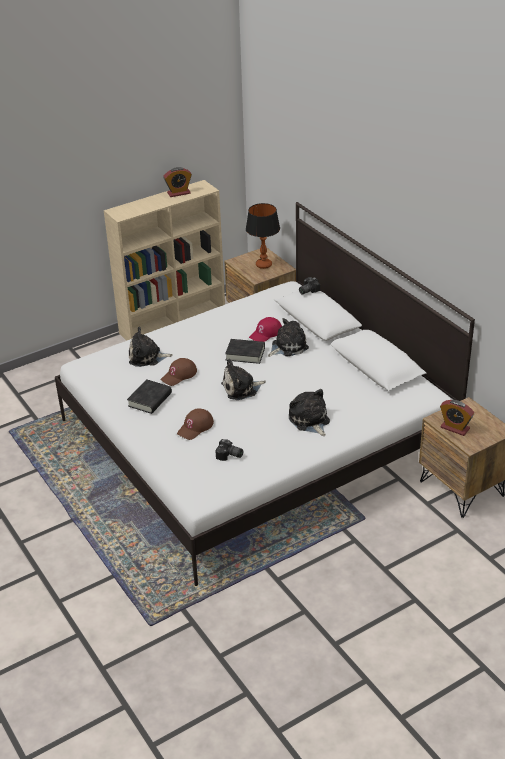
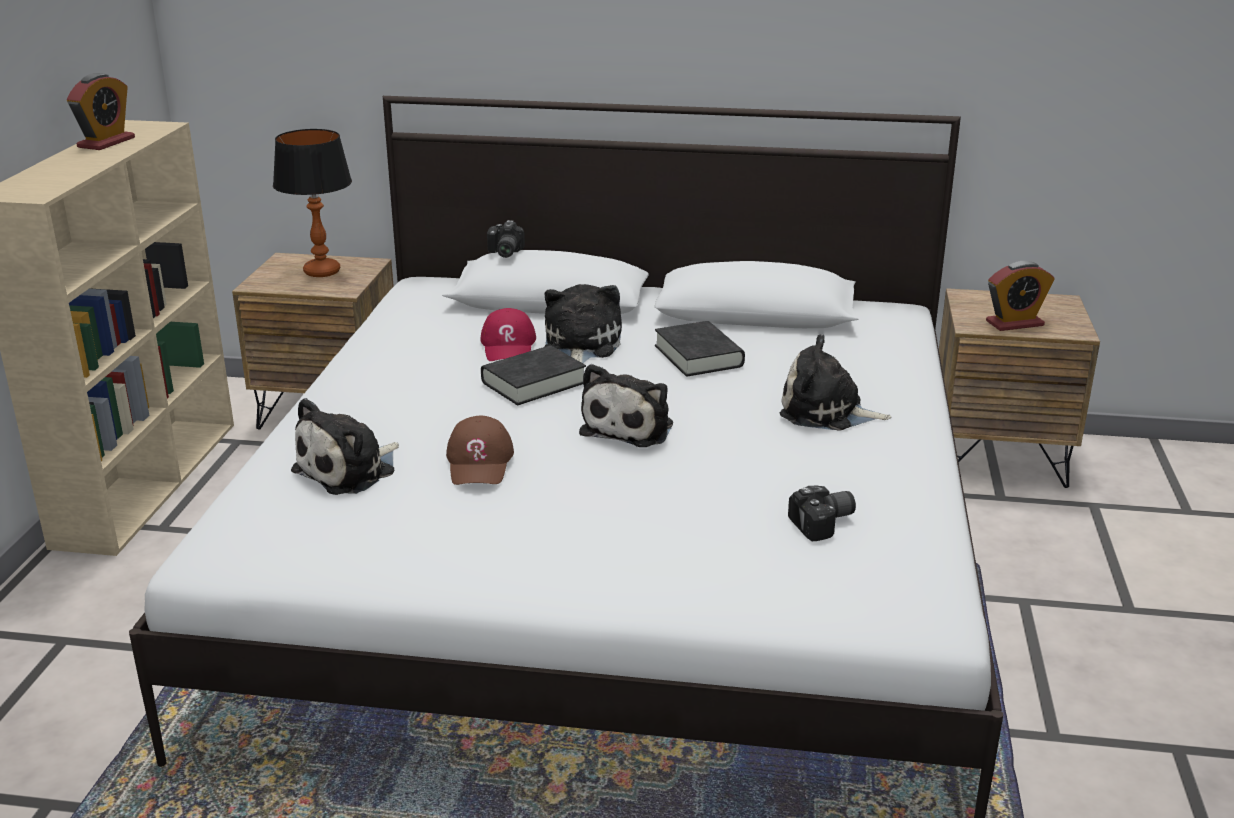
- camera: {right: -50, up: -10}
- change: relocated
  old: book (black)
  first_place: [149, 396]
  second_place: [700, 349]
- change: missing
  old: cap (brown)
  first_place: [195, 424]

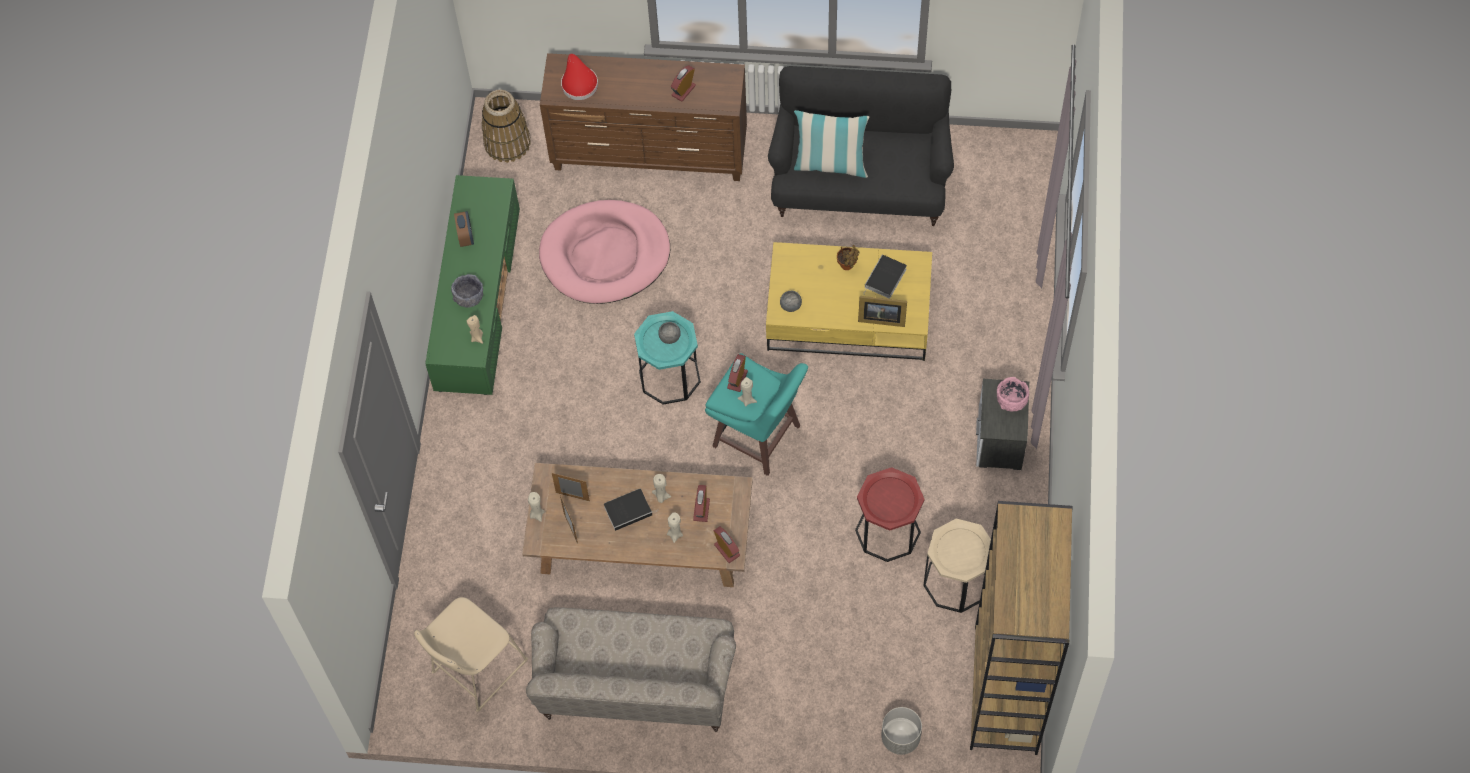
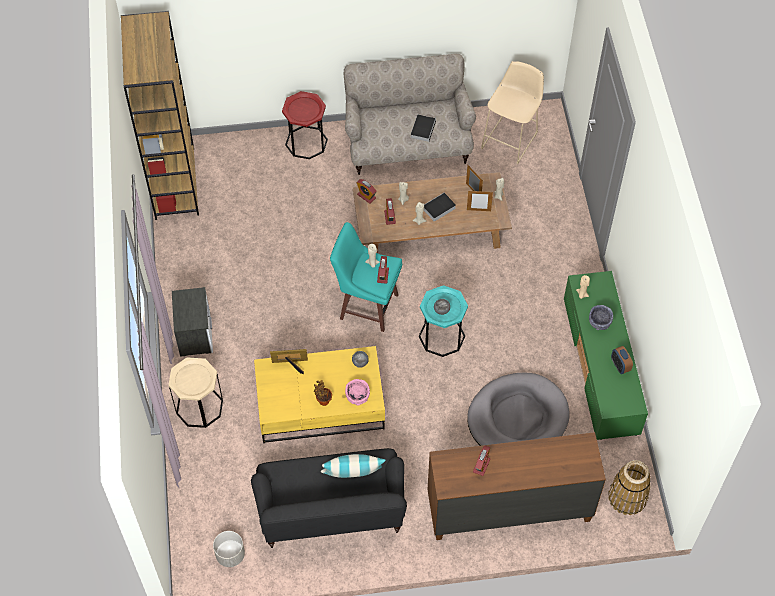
- camera: {right: 165, up: -5}
- change: missing
  old: hat (red)
  first_place: [579, 77]
- change: colour
  old: dog bed (pink)
  new: dog bed (grey)
  first_place: [604, 252]
  second_place: [518, 409]
- change: relocated
  old: book
  first_place: [885, 276]
  second_place: [423, 128]
- change: relocated
  old: bowl (pink)
  first_place: [1013, 394]
  second_place: [357, 392]
- change: relocated
  old: side table (red)
  first_place: [889, 514]
  second_place: [305, 125]
- change: relocated
  old: side table (beige)
  first_place: [957, 565]
  second_place: [196, 392]
- change: relocated
  old: planter (grey)
  first_place: [901, 731]
  second_place: [229, 549]

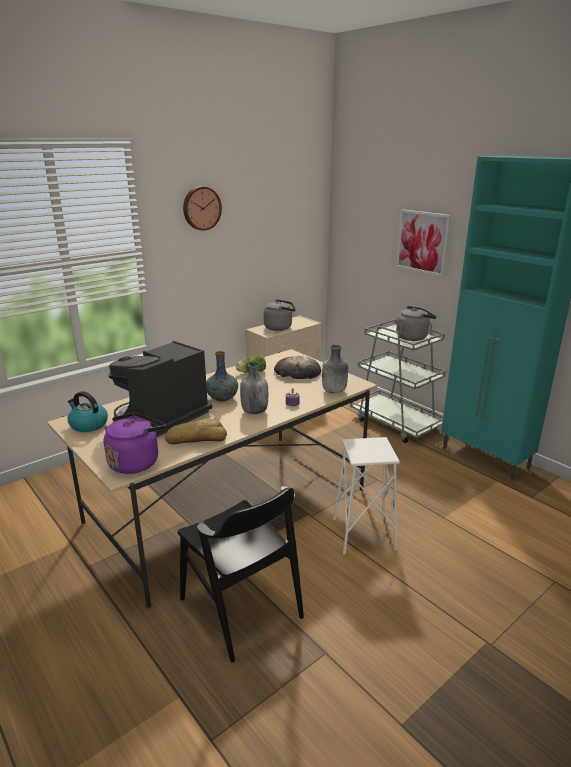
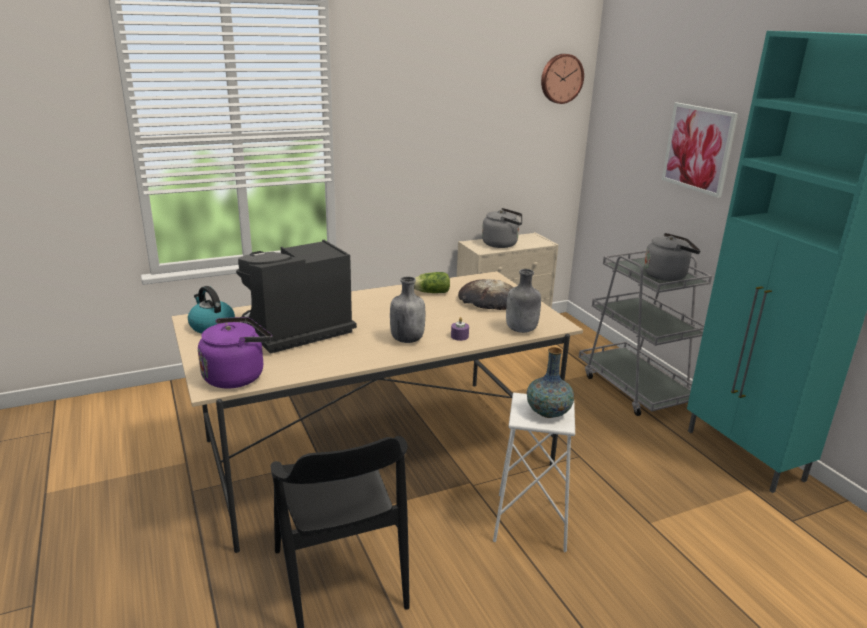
- camera: {right: 15, up: 0}
- change: relocated
  old: wall clock
  first_place: [202, 208]
  second_place: [562, 79]
- change: relocated
  old: vase
  first_place: [222, 376]
  second_place: [550, 382]
- change: missing
  old: bread
  first_place: [196, 431]

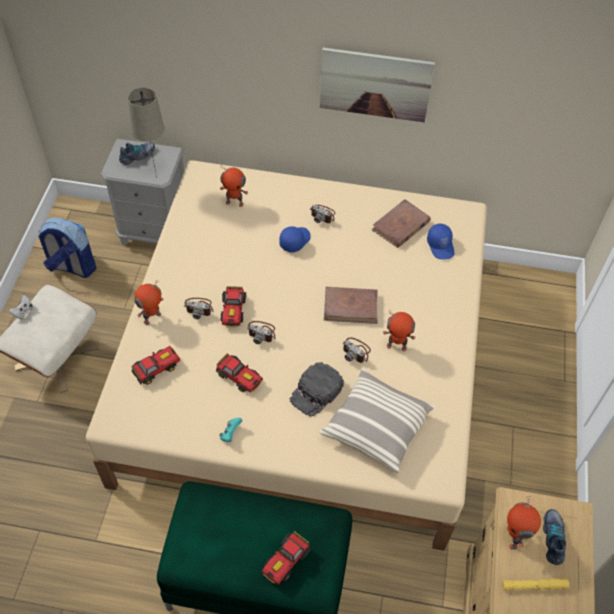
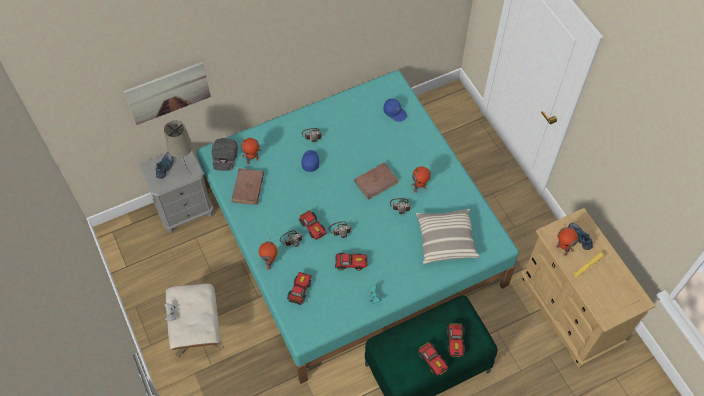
- camera: {right: -35, up: 5}
- change: relocated
  old: picture
  first_place: [377, 84]
  second_place: [167, 93]
- change: colour
  old: bed (beige)
  new: bed (turquoise)
  first_place: [286, 355]
  second_place: [357, 227]
- change: relocated
  old: book (brown)
  first_place: [401, 223]
  second_place: [248, 186]
- change: missing
  old: backpack
  first_place: [67, 248]
- change: relocated
  old: cap (black)
  first_place: [317, 389]
  second_place: [225, 154]
- change: appeared
  new: toy car
  second_place: [433, 359]

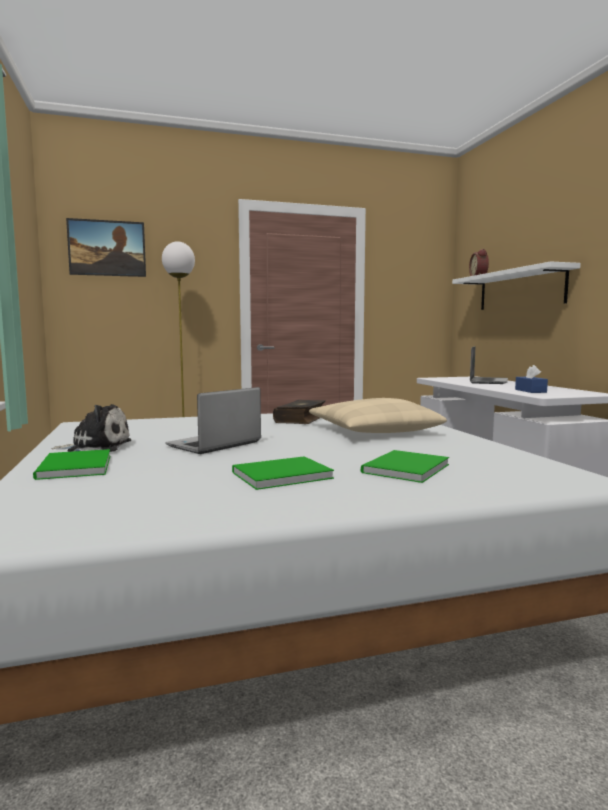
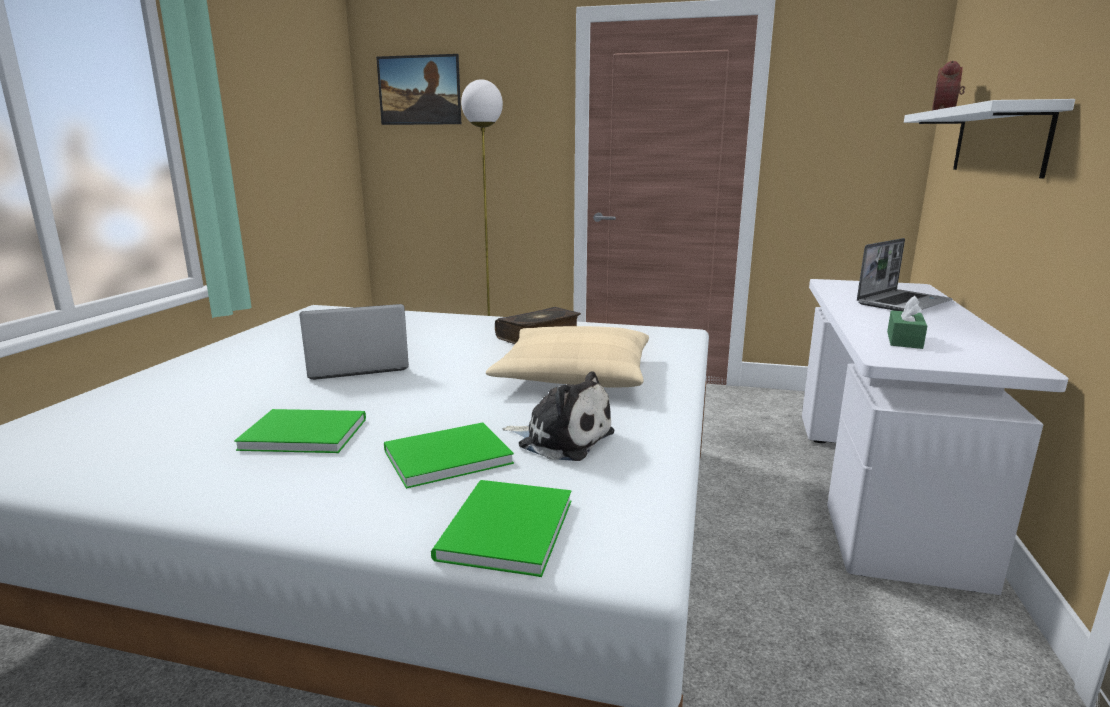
- camera: {right: 30, up: 10}
- change: colour
  old: tissue box (blue)
  new: tissue box (green)
  first_place: [531, 379]
  second_place: [907, 322]
- change: relocated
  old: plush toy
  first_place: [91, 428]
  second_place: [558, 416]
- change: relocated
  old: book (green)
  first_place: [71, 464]
  second_place: [501, 528]

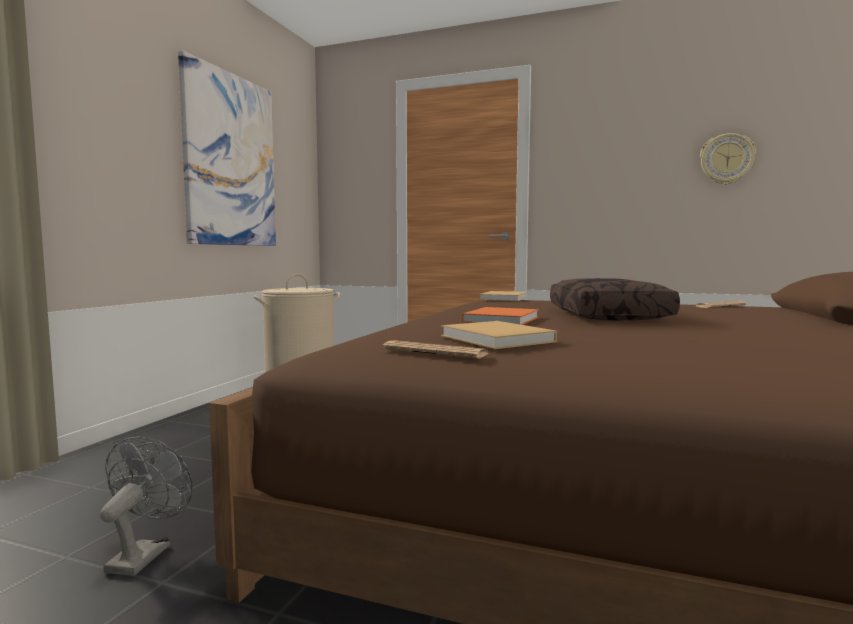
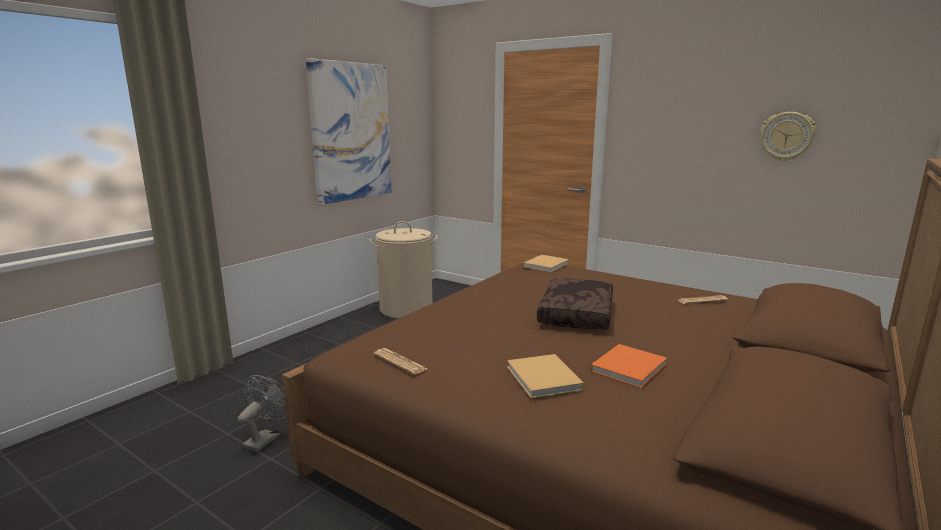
- camera: {right: 15, up: 10}
- change: relocated
  old: book (orange)
  first_place: [500, 316]
  second_place: [629, 366]
- change: relocated
  old: book (beige)
  first_place: [499, 335]
  second_place: [545, 376]

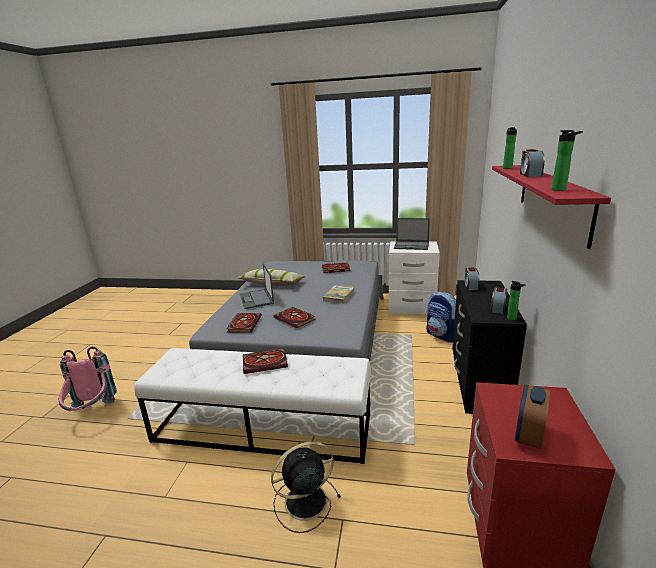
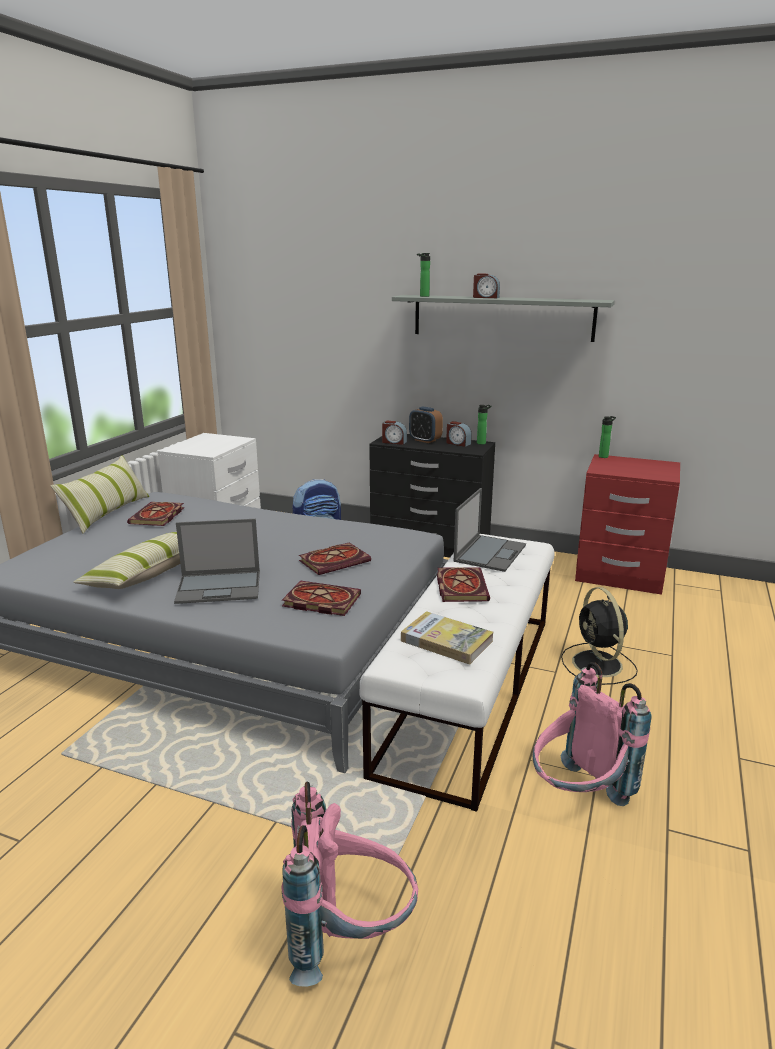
- camera: {right: -80, up: 0}
- change: relocated
  old: bottle
  first_place: [567, 160]
  second_place: [607, 437]
- change: colour
  old: shelf (red)
  new: shelf (grey)
  first_place: [551, 207]
  second_place: [503, 318]
- change: relocated
  old: laptop
  first_place: [412, 234]
  second_place: [490, 530]
- change: relocated
  old: book
  first_place: [338, 294]
  second_place: [447, 637]
- change: relocated
  old: alarm clock
  first_place: [532, 416]
  second_place: [426, 424]
- change: appeared
  new: pillow
  second_place: [99, 494]
- change: appeared
  new: backpack (pink)
  second_place: [592, 734]

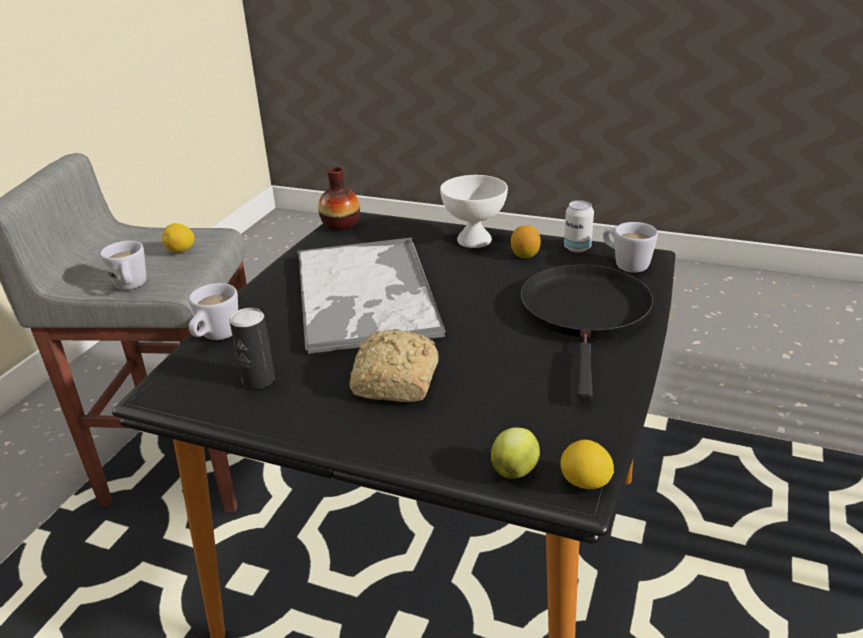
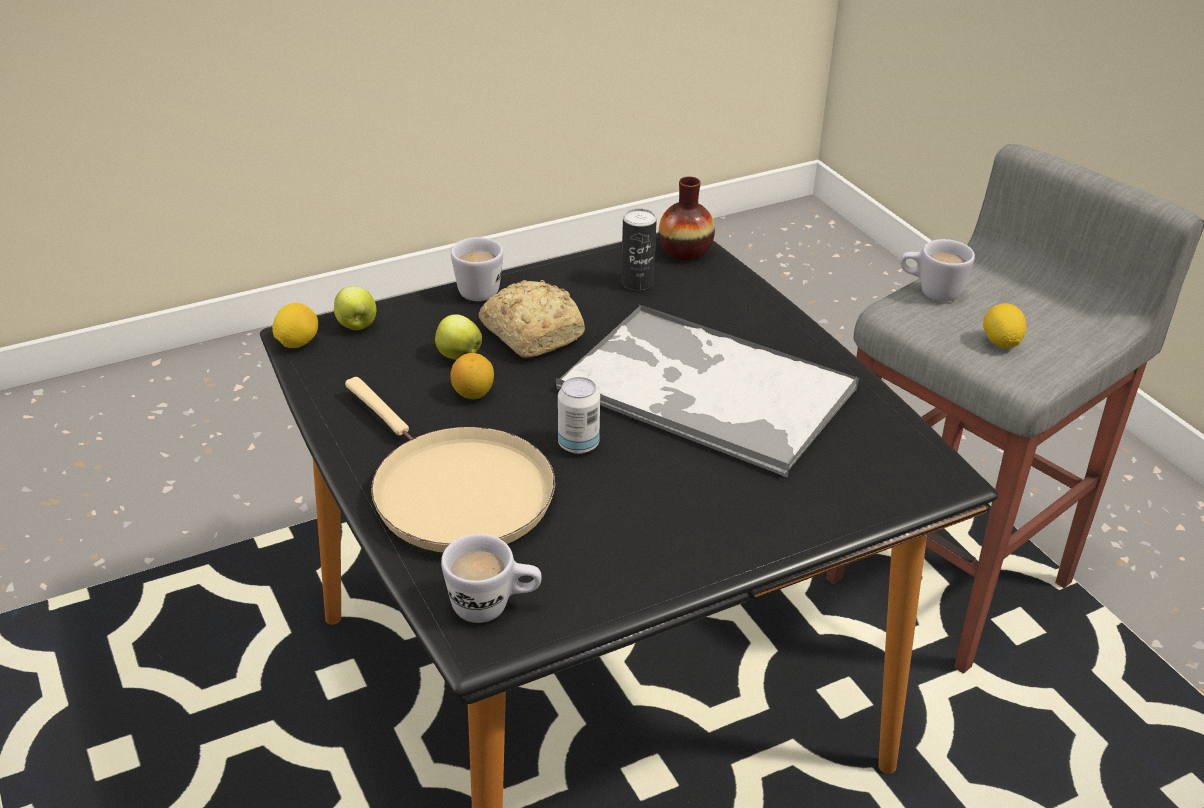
- camera: {right: 130, up: 5}
- change: relocated
  old: vase
  first_place: [339, 198]
  second_place: [687, 218]
- change: missing
  old: bowl (white)
  first_place: [474, 211]
- change: relocated
  old: can
  first_place: [579, 226]
  second_place: [579, 415]
- change: relocated
  old: lemon
  first_place: [526, 241]
  second_place: [472, 376]
- change: colour
  old: frying pan (black)
  new: frying pan (beige)
  first_place: [586, 332]
  second_place: [450, 464]
- change: relocated
  old: mug (white)
  first_place: [213, 311]
  second_place: [477, 269]
- change: appeared
  new: apple
  second_place: [458, 337]

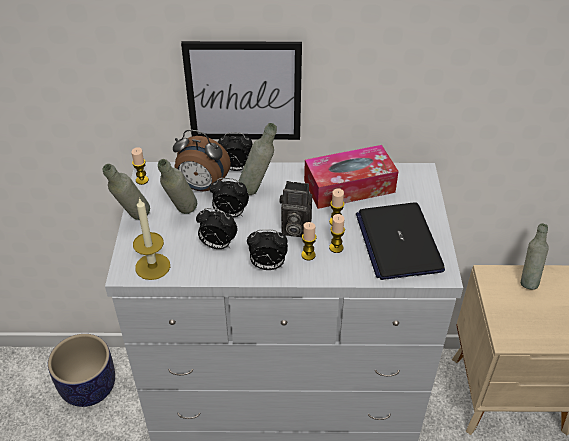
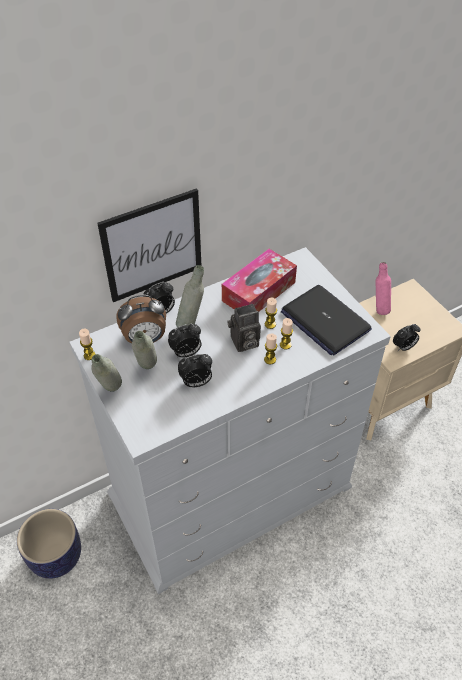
- camera: {right: -30, up: 5}
- change: missing
  old: candle
  first_place: [151, 238]
- change: colour
  old: bottle (grey)
  new: bottle (pink)
  first_place: [534, 256]
  second_place: [383, 288]
- change: relocated
  old: alarm clock
  first_place: [267, 249]
  second_place: [406, 337]

